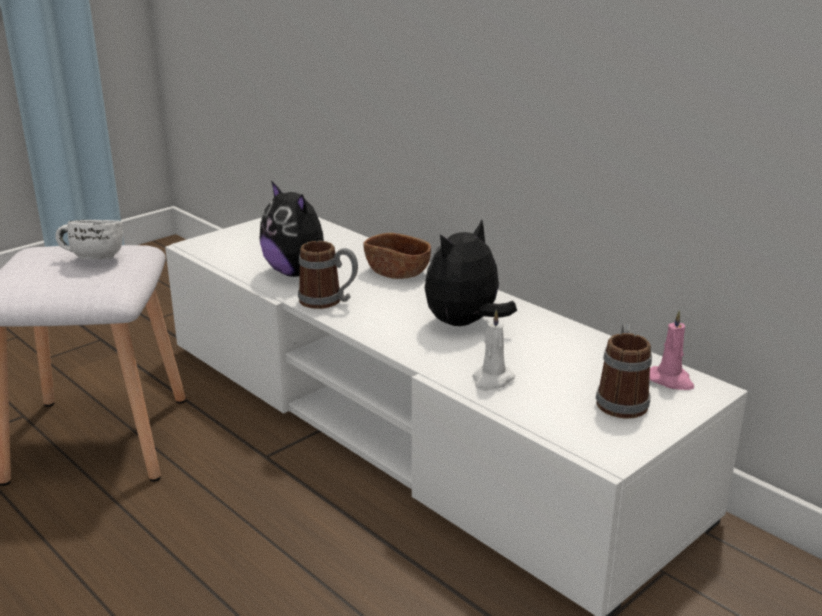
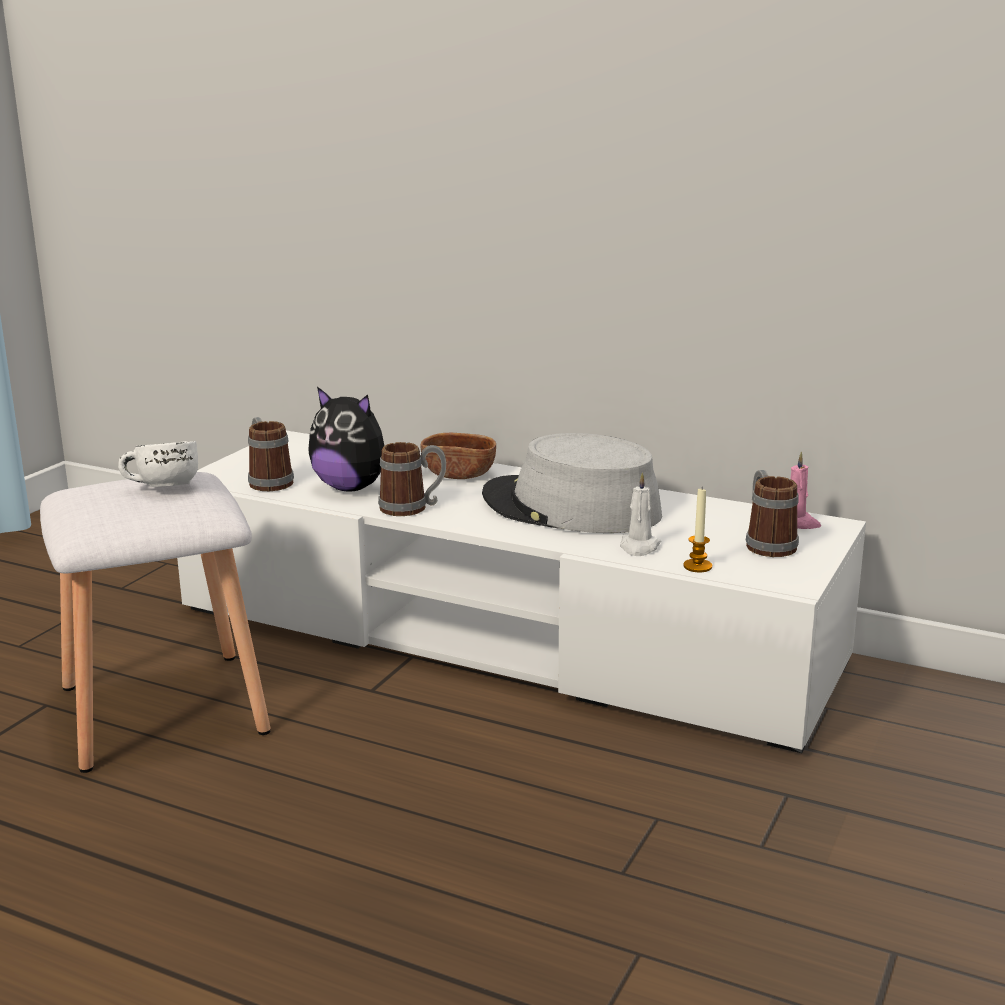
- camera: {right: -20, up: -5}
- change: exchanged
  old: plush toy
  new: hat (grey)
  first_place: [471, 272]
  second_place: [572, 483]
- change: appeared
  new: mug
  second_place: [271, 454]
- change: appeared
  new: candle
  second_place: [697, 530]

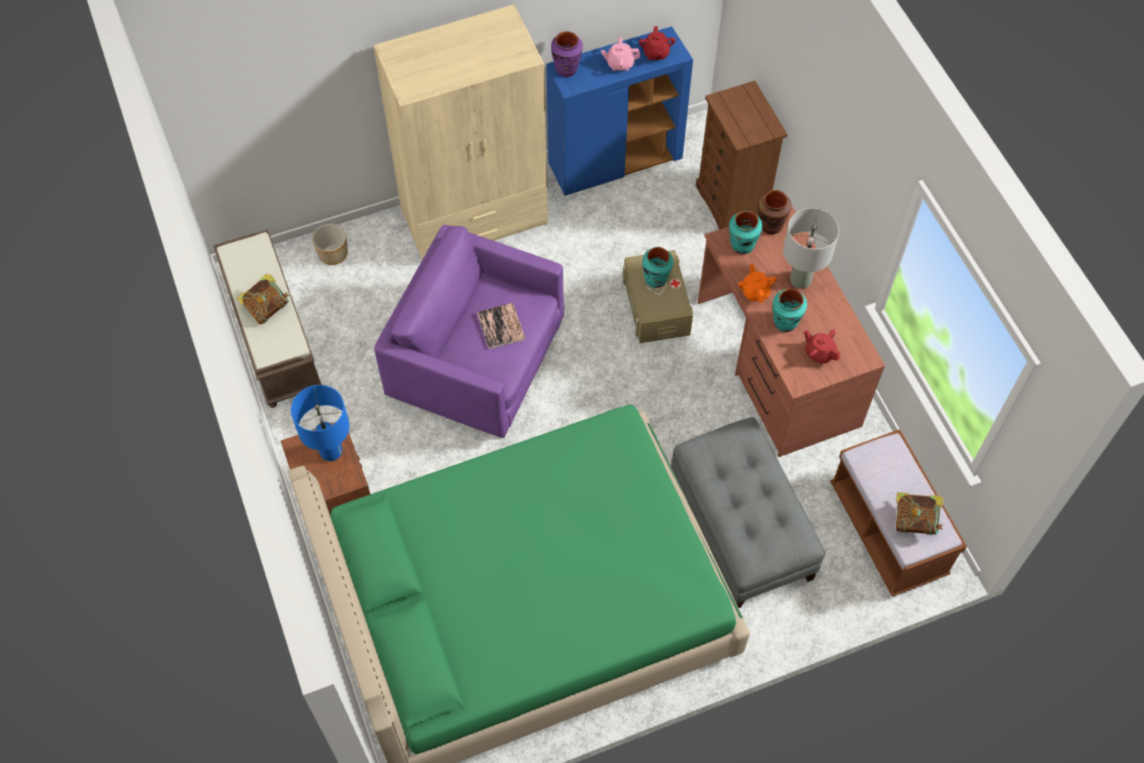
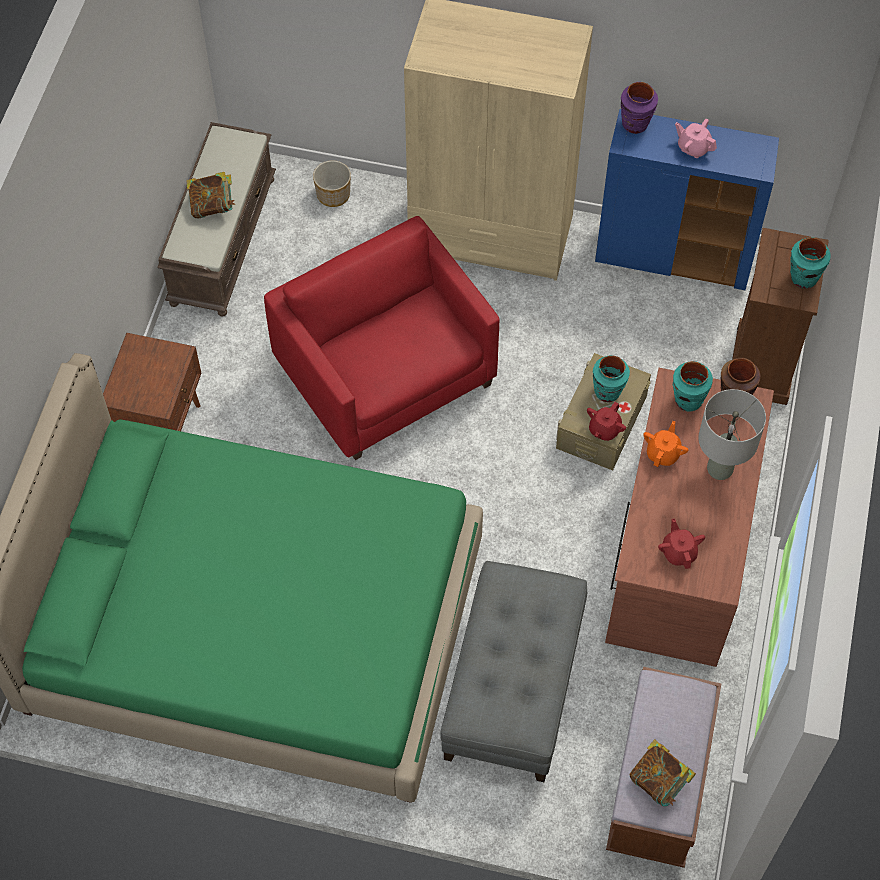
- camera: {right: 35, up: 0}
- change: relocated
  old: teapot (red)
  first_place: [657, 43]
  second_place: [606, 421]
- change: colour
  old: armchair (purple)
  new: armchair (red)
  first_place: [469, 331]
  second_place: [382, 338]
- change: relocated
  old: vase (turquoise)
  first_place: [790, 310]
  second_place: [810, 263]
- change: missing
  old: book
  first_place: [501, 326]
- change: missing
  old: table lamp (blue)
  first_place: [320, 423]

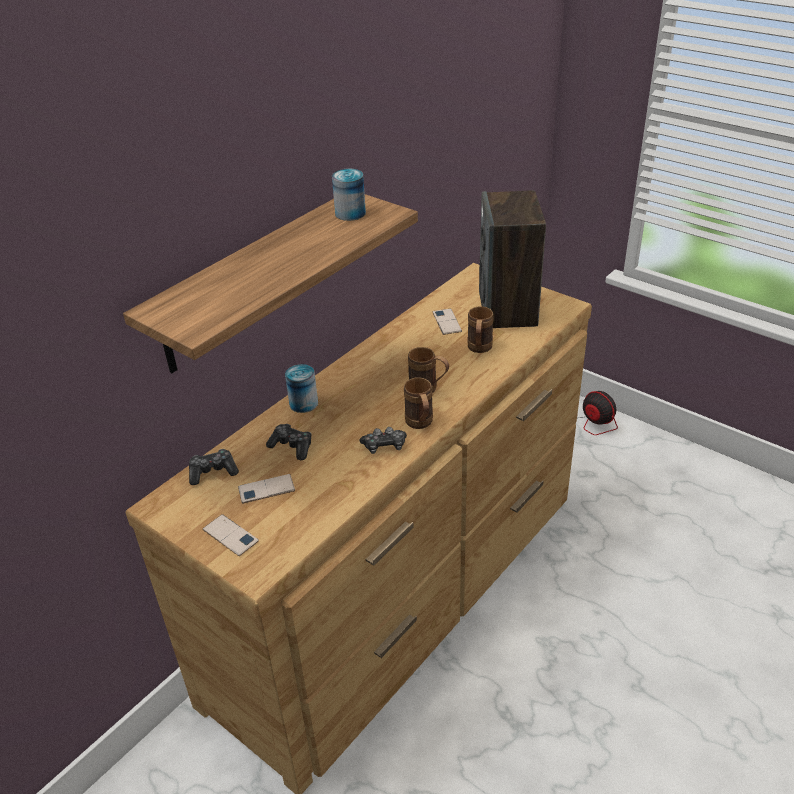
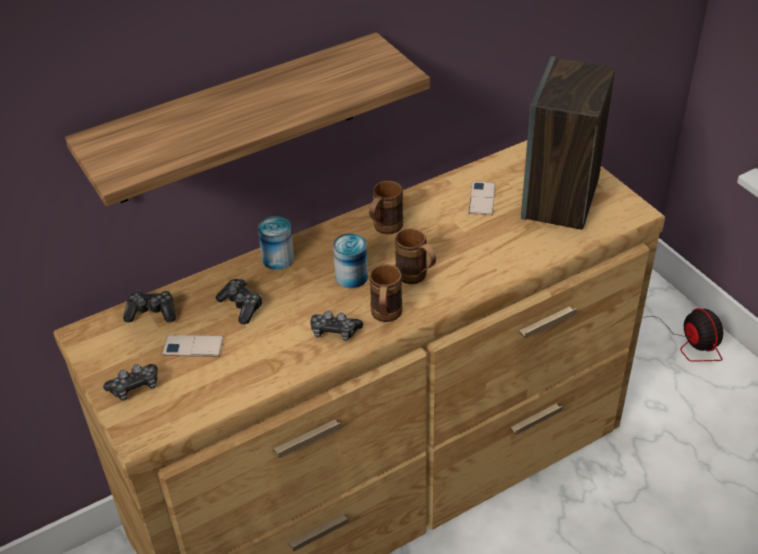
- camera: {right: 20, up: 5}
- change: relocated
  old: can
  first_place: [349, 195]
  second_place: [350, 260]
- change: relocated
  old: mug (brown)
  first_place: [480, 329]
  second_place: [386, 207]
- change: exchanged
  old: phone
  new: game controller
  first_place: [231, 535]
  second_place: [130, 382]

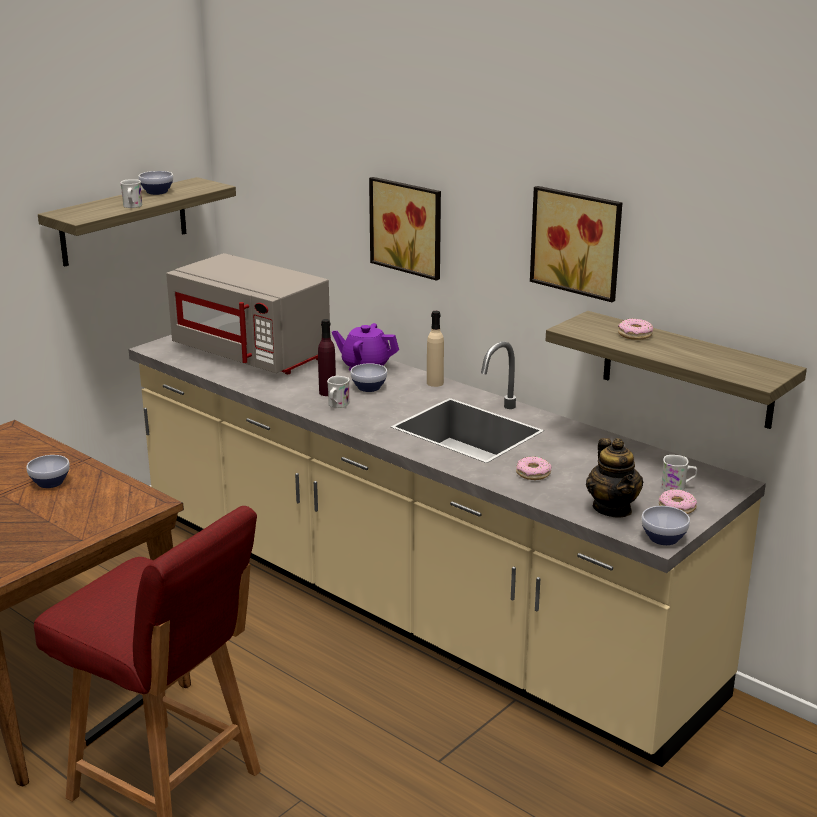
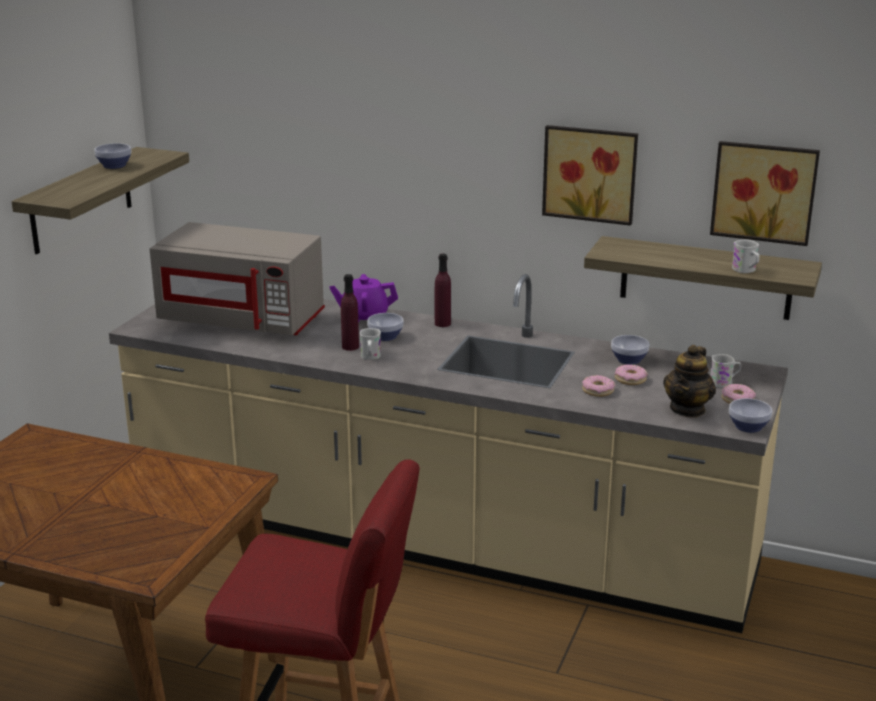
- camera: {right: -20, up: 0}
- change: relocated
  old: picture
  first_place: [405, 229]
  second_place: [765, 193]
- change: relocated
  old: mug (white)
  first_place: [131, 193]
  second_place: [746, 256]
- change: colour
  old: bottle (beige)
  new: bottle (purple)
  first_place: [435, 349]
  second_place: [443, 290]
- change: relocated
  old: donut
  first_place: [635, 329]
  second_place: [631, 374]
- change: spun
  old: teapot
  first_place: [614, 477]
  second_place: [689, 381]
  degrees: 60
- change: relocated
  old: bowl
  first_place: [48, 471]
  second_place: [630, 350]

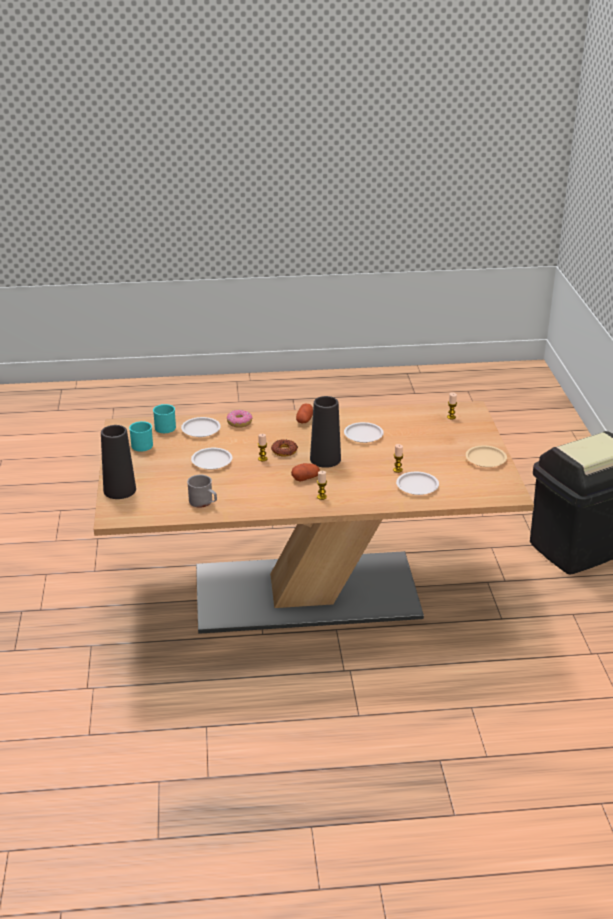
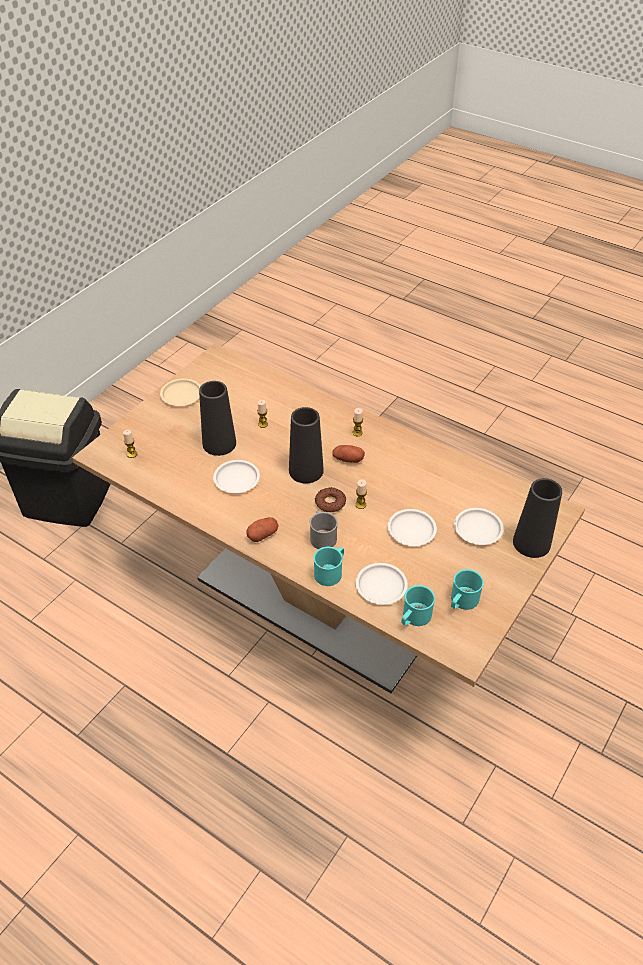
- camera: {right: -140, up: 15}
- change: exchanged
  old: donut
  new: mug (turquoise)
  first_place: [240, 418]
  second_place: [329, 566]
- change: relocated
  old: plate (white)
  first_place: [417, 483]
  second_place: [479, 526]
- change: relocated
  old: mug (grey)
  first_place: [202, 491]
  second_place: [324, 529]
- change: appeared
  new: vase (black)
  second_place: [217, 418]

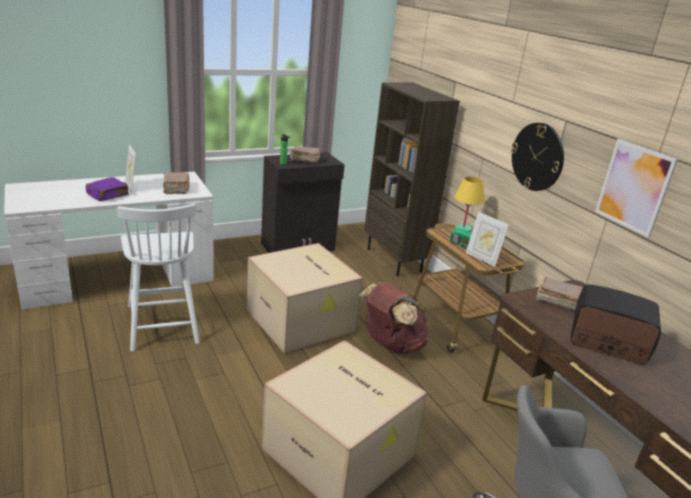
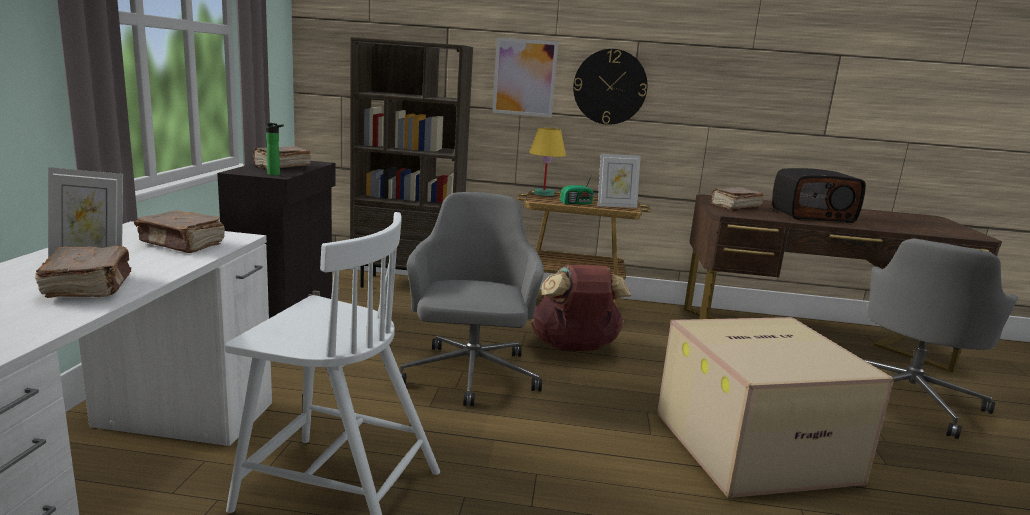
- camera: {right: -55, up: -10}
- change: relocated
  old: picture
  first_place: [636, 188]
  second_place: [525, 77]
- change: colour
  old: book (purple)
  new: book (brown)
  first_place: [107, 189]
  second_place: [83, 271]
- change: exchanged
  old: cardboard box
  new: office chair (grey)
  first_place: [305, 298]
  second_place: [472, 299]
- change: spun
  old: radio
  first_place: [616, 324]
  second_place: [819, 195]
  degrees: -150

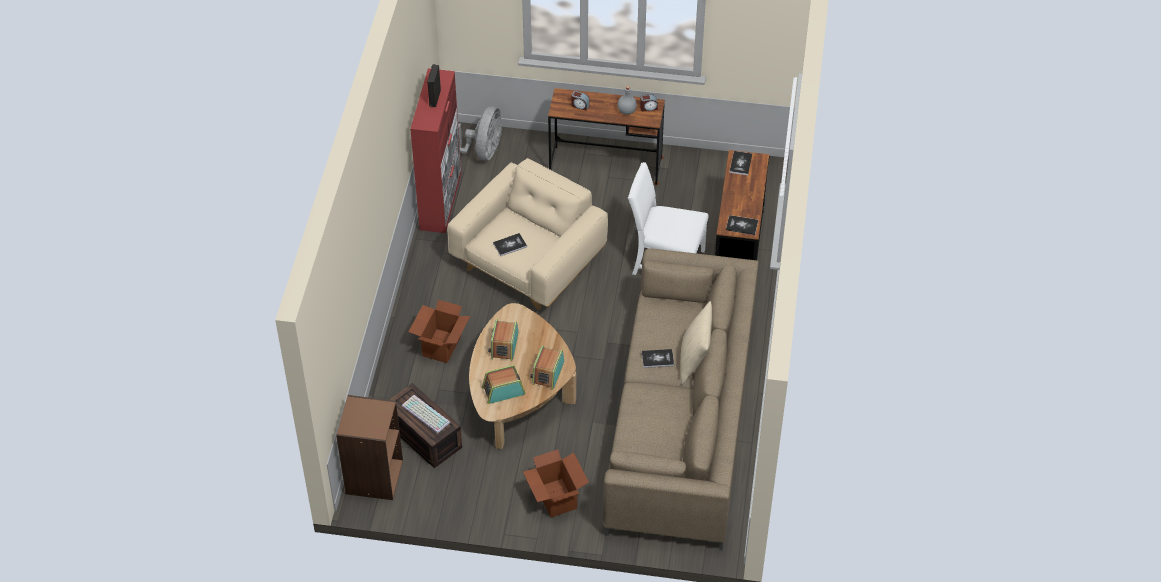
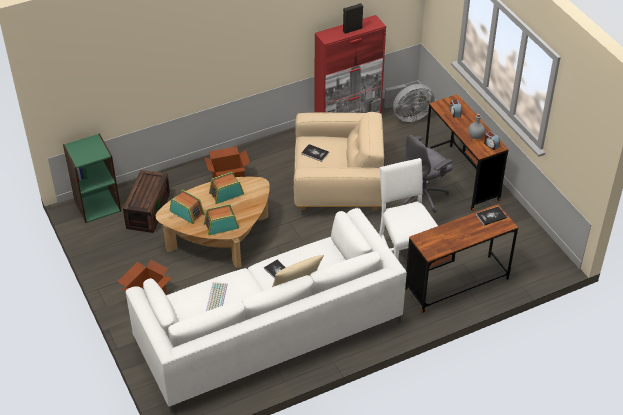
- camera: {right: 55, up: -5}
- change: missing
  old: book
  first_place: [742, 225]
- change: colour
  old: sofa (brown)
  new: sofa (white)
  first_place: [681, 399]
  second_place: [266, 311]
- change: colour
  old: bookcase (brown)
  new: bookcase (green)
  first_place: [369, 447]
  second_place: [92, 178]
- change: relocated
  old: keyboard
  first_place: [426, 414]
  second_place: [217, 296]
- change: appeared
  new: office chair (grey)
  second_place: [428, 174]

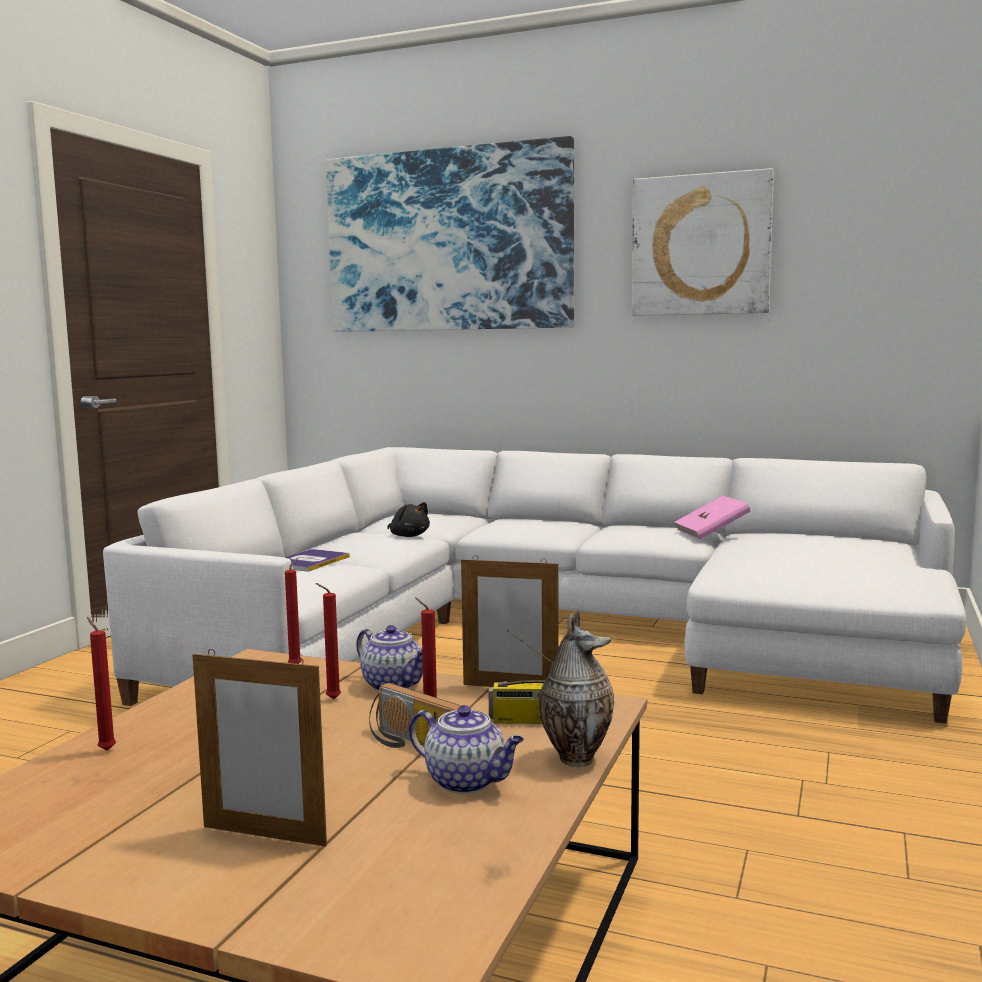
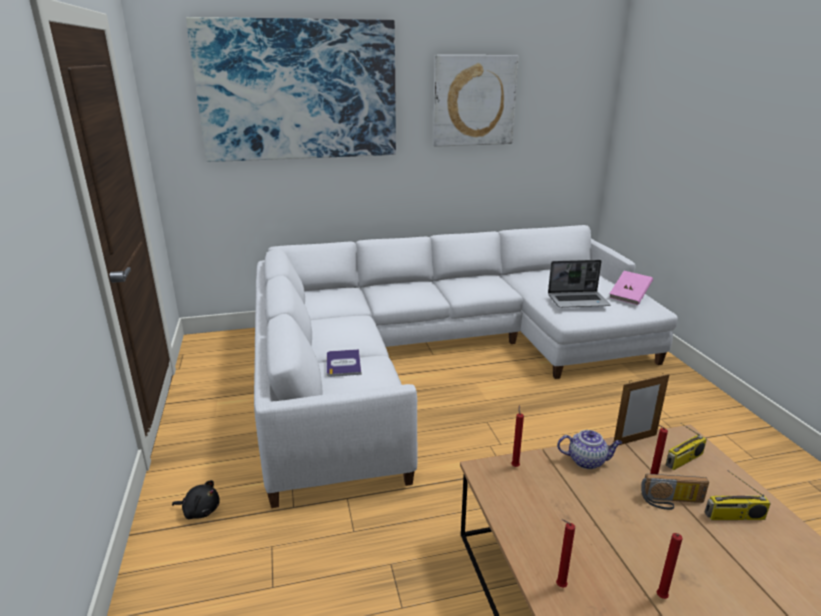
- camera: {right: -35, up: 15}
- change: relocated
  old: book (pink)
  first_place: [712, 518]
  second_place: [631, 288]
- change: relocated
  old: plush toy (black)
  first_place: [408, 519]
  second_place: [196, 499]
- change: relocated
  old: candle (red)
  first_place: [328, 641]
  second_place: [670, 566]
- change: missing
  old: vase
  first_place: [576, 688]
- change: missing
  old: picture frame
  first_place: [259, 748]
- change: exchanged
  old: teapot
  new: radio
  first_place: [466, 749]
  second_place: [738, 495]
- change: appeared
  new: laptop
  second_place: [579, 284]

